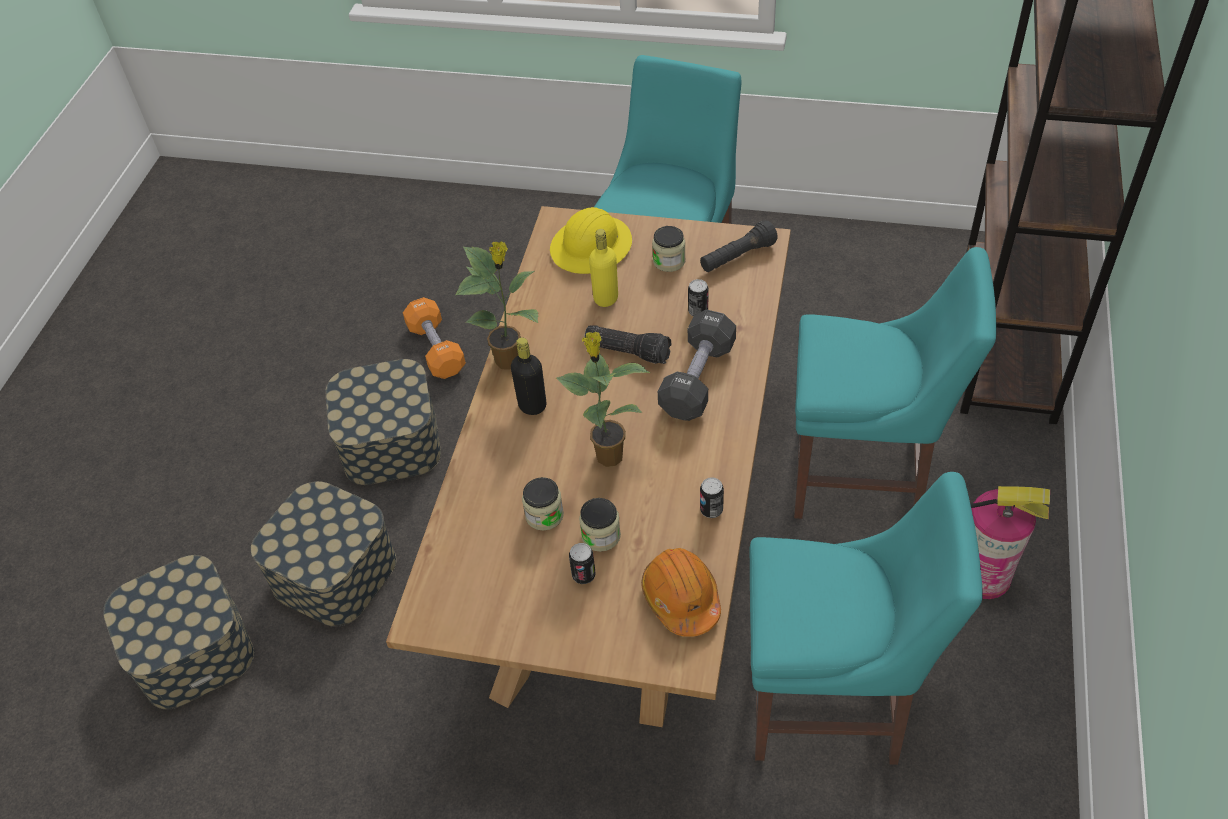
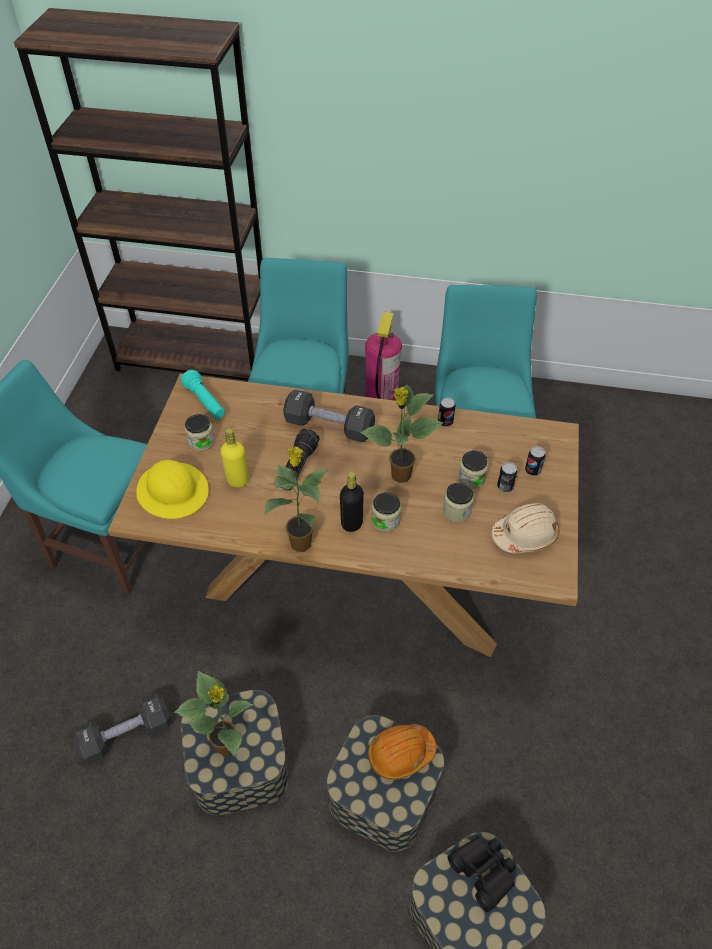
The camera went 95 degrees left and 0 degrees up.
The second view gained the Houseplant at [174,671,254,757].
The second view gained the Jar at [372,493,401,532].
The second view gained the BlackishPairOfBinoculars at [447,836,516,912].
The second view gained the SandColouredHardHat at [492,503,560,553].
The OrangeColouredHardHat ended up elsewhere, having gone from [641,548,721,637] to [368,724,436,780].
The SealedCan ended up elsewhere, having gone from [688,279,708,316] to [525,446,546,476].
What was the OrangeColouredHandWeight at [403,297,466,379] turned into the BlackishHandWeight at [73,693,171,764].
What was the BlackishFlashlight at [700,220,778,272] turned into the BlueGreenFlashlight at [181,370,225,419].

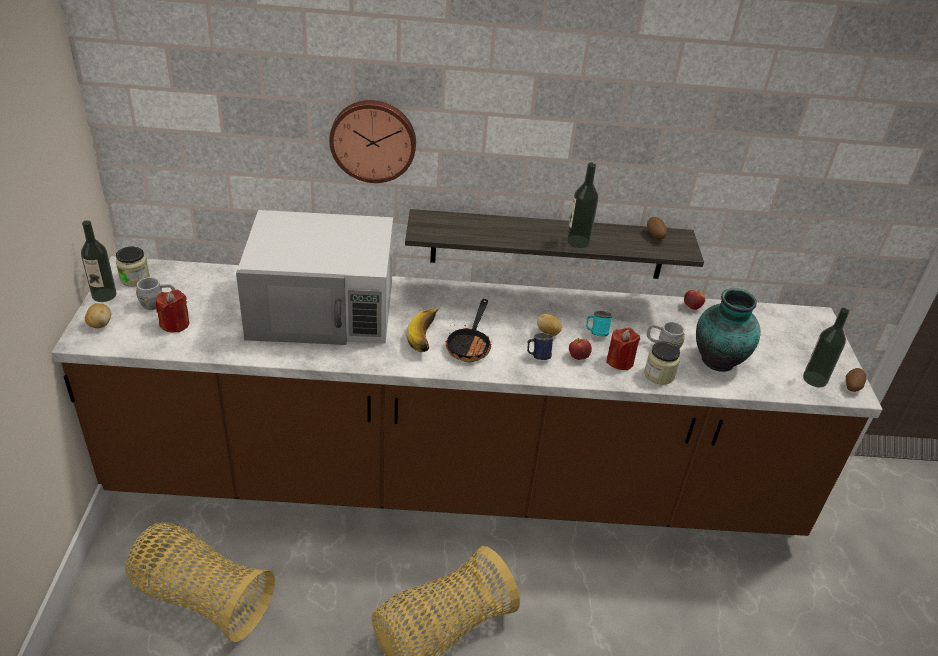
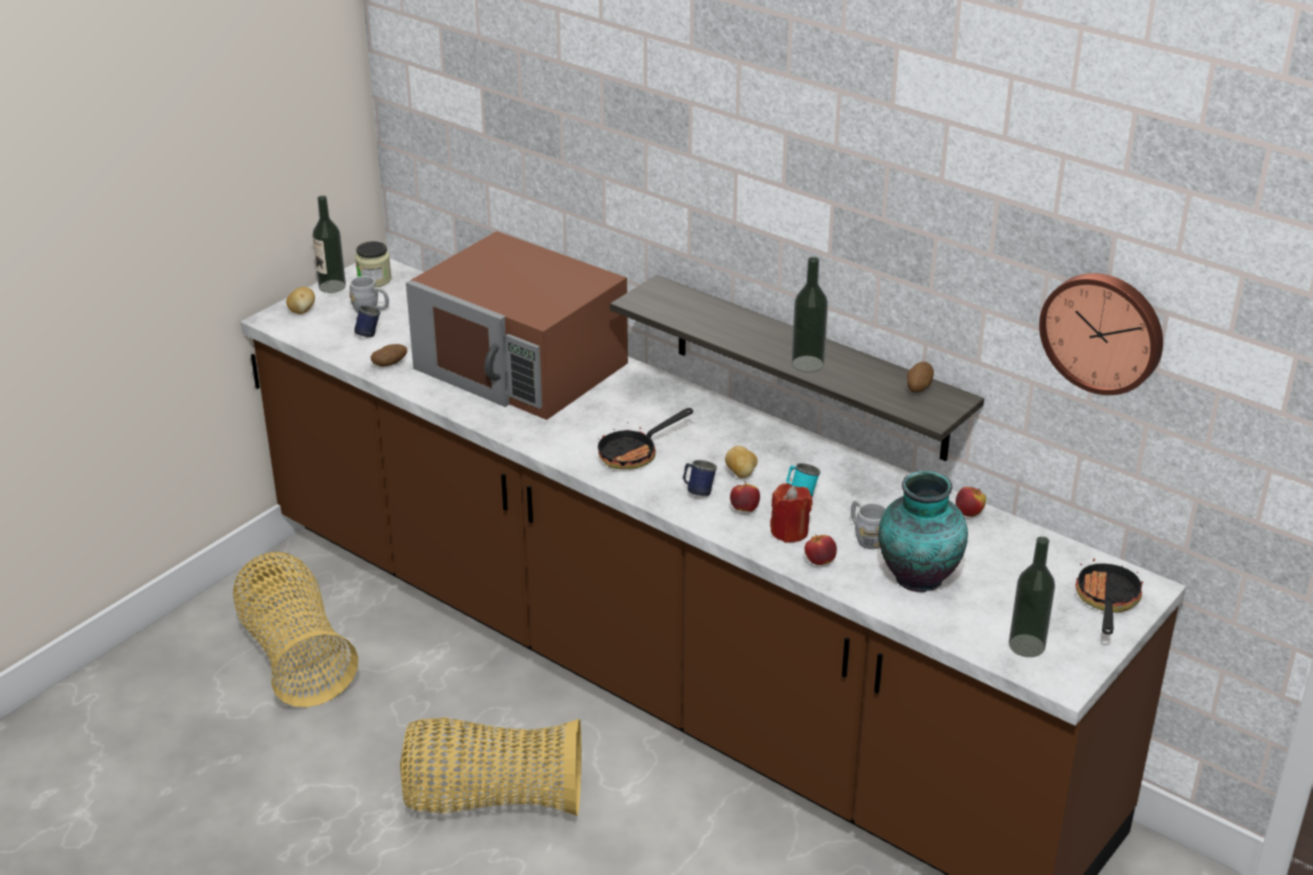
The camera went 40 degrees right and 5 degrees down.
The second view lost the Banana at [407,307,440,352].
The second view gained the Skillet at [1075,551,1144,634].
The ClockOnTheWall ended up elsewhere, having gone from [329,100,416,183] to [1039,273,1163,395].
The WholePotato ended up elsewhere, having gone from [846,368,867,392] to [371,344,407,366].
Where the RedColouredWaxLight stood at [155,289,189,333], the BlueColouredCoffeeMug came to stand at [354,305,381,337].
Where the Jar stood at [644,341,680,385], the WholeApple came to stand at [804,534,837,565].
What was the WhitishKitchenMicrowave at [236,210,393,345] turned into the BrownishKitchenMicrowave at [406,231,628,420].

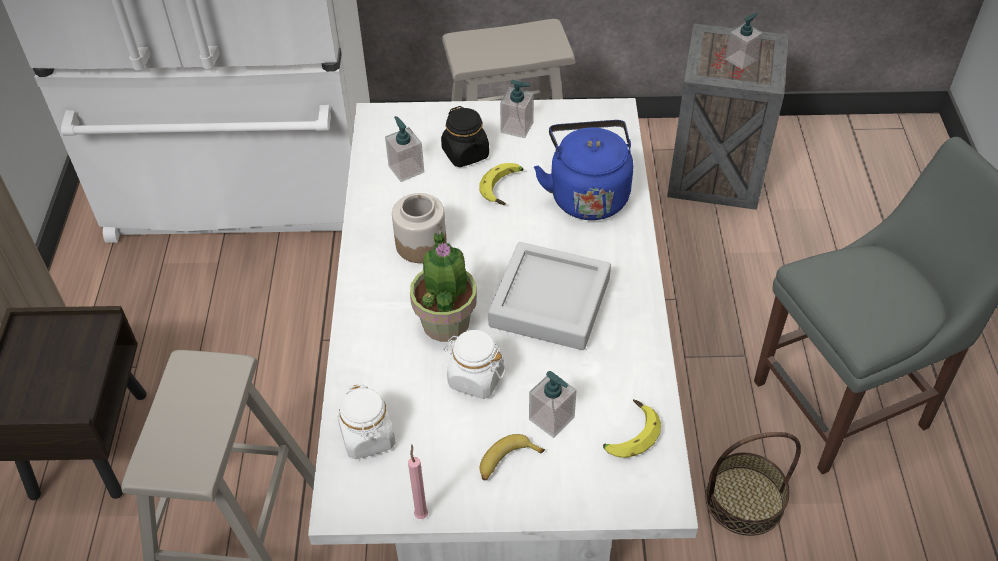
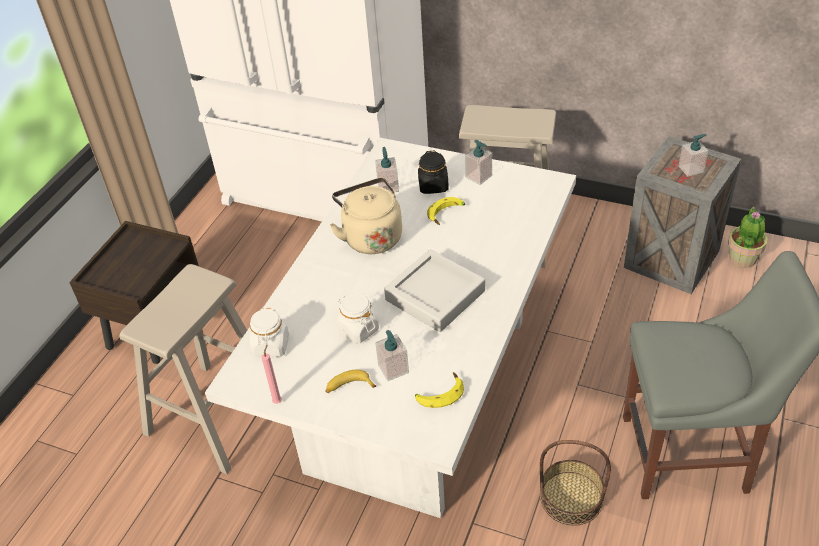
The camera went 25 degrees right and 5 degrees down.
The second view lost the BlueColouredWaterKettle at [534,120,633,220].
The Houseplant ended up elsewhere, having gone from [410,230,477,342] to [728,207,768,268].
Where the Jar stood at [392,193,447,263], the SandColouredWaterKettle came to stand at [330,178,402,254].

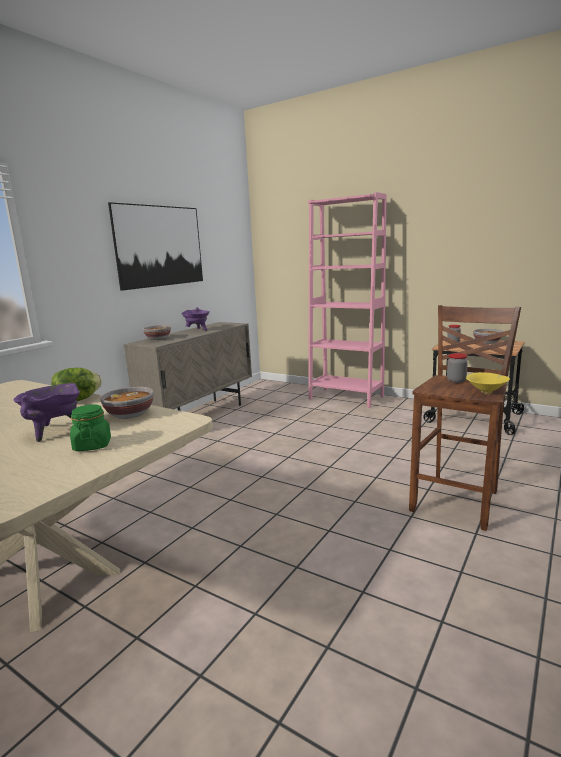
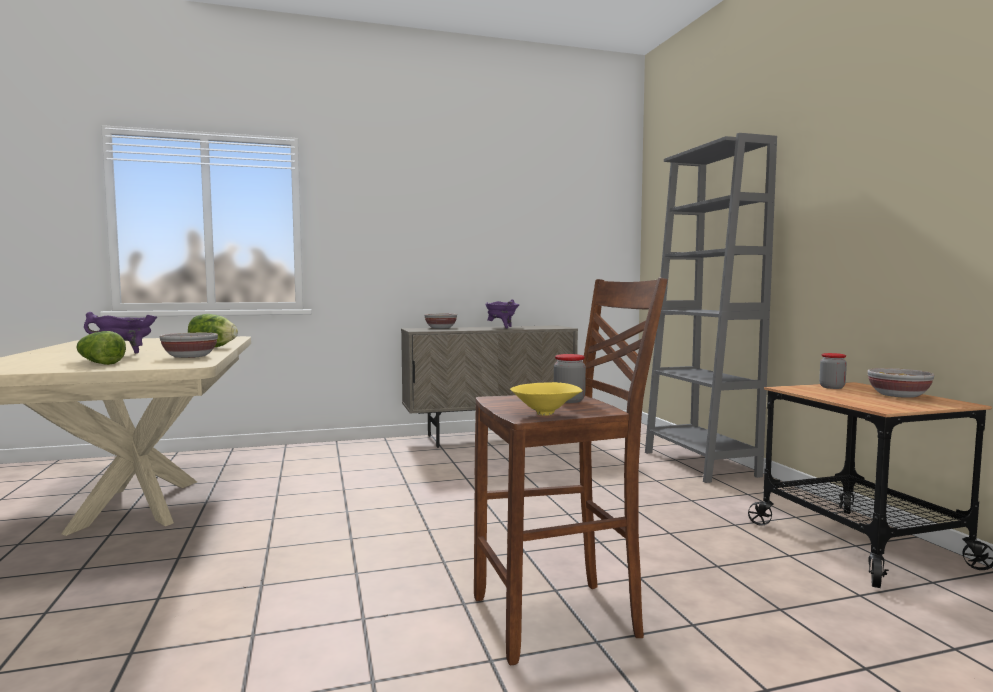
The camera went 40 degrees right and 10 degrees down.
The second view lost the Picture at [108,202,203,291].
Where the GreenColouredJar stood at [70,404,111,451], the HeadOfLettuce came to stand at [76,331,126,365].
What was the PinkBookshelf at [308,192,386,408] turned into the GreyishBookshelf at [645,133,777,483].

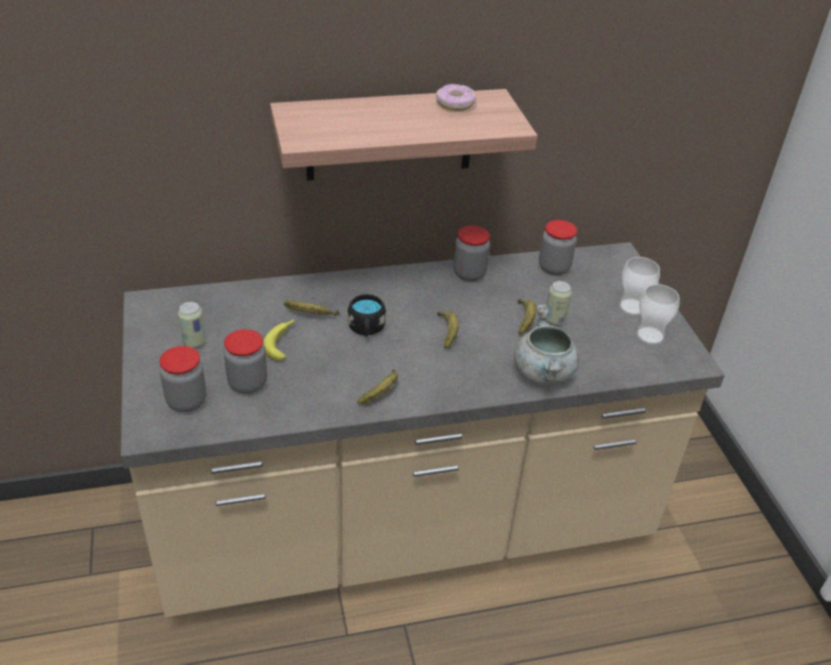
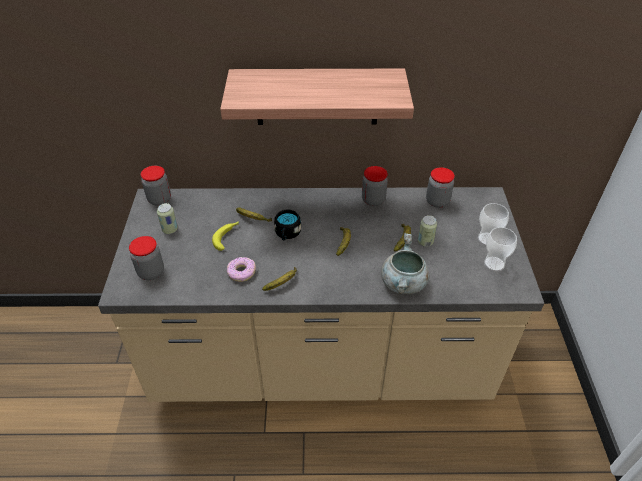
The camera went 15 degrees right and 5 degrees up.
The Jar ended up elsewhere, having gone from [224,329,267,394] to [141,166,171,206].
The Doughnut ended up elsewhere, having gone from [436,84,476,111] to [227,257,256,282].

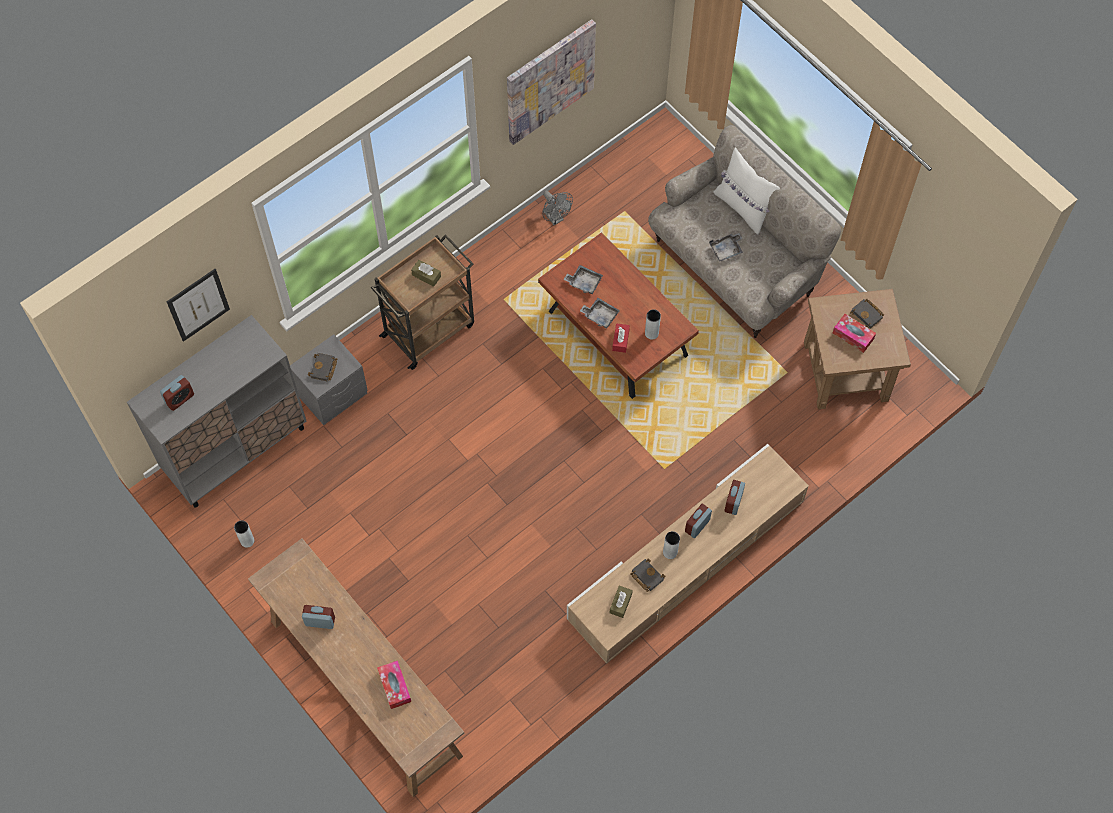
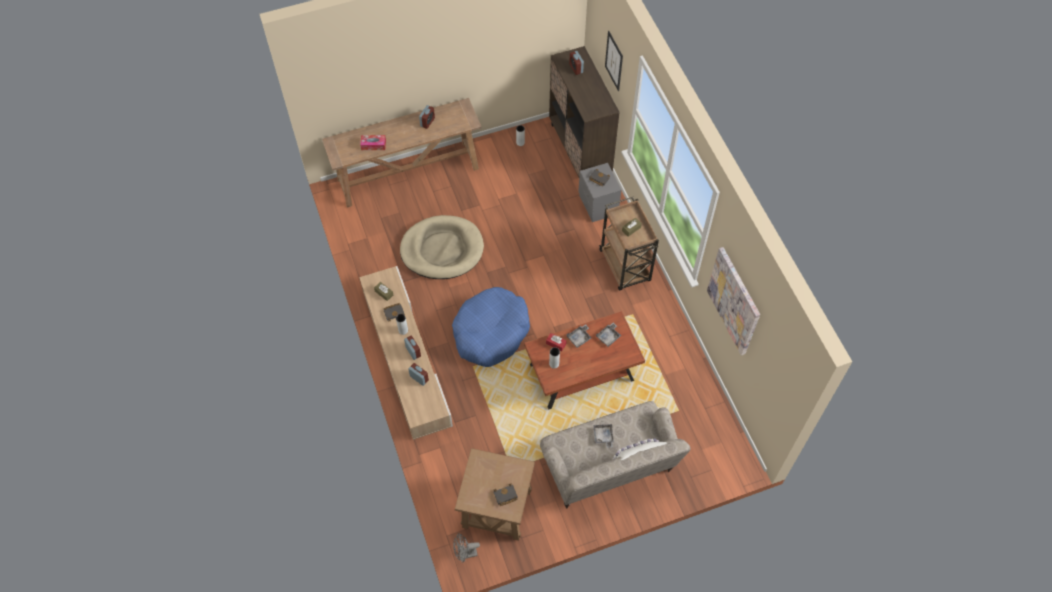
The camera went 110 degrees right and 5 degrees down.
The second view lost the BoxOfTissues at [833,314,876,353].
The second view gained the SandColouredDogBed at [400,215,484,279].
The second view gained the BlueColouredDogBed at [452,287,530,367].
The GreyishElectricFan ended up elsewhere, having gone from [542,191,573,225] to [453,533,480,563].
What was the GreyishStorageCabinet at [127,315,306,508] turned into the BrownishStorageCabinet at [549,46,620,177].

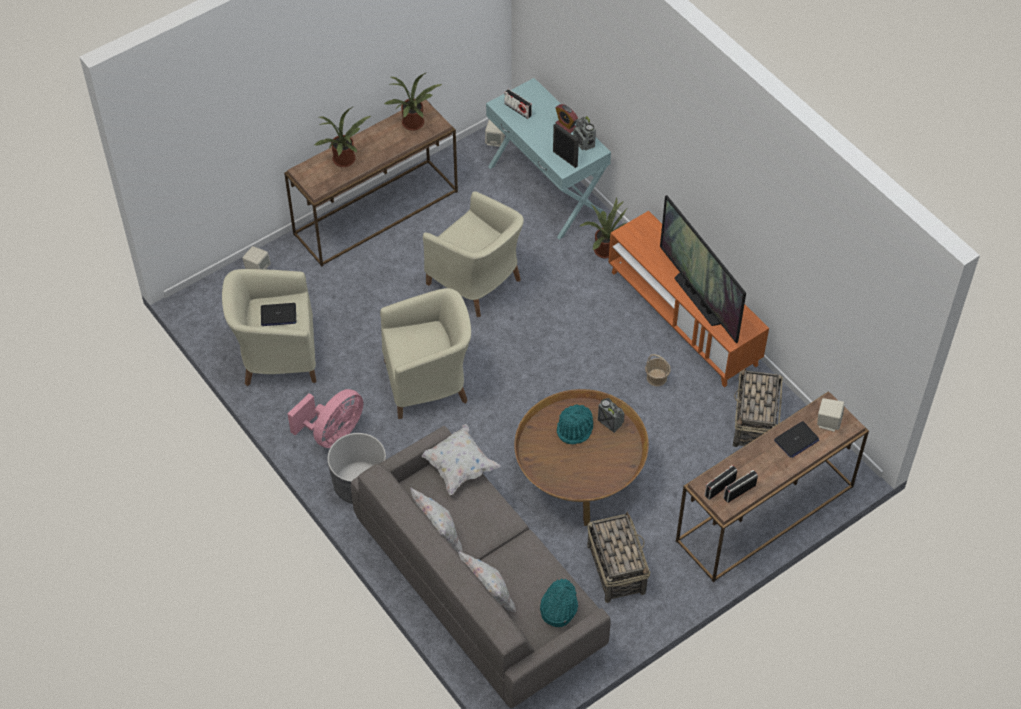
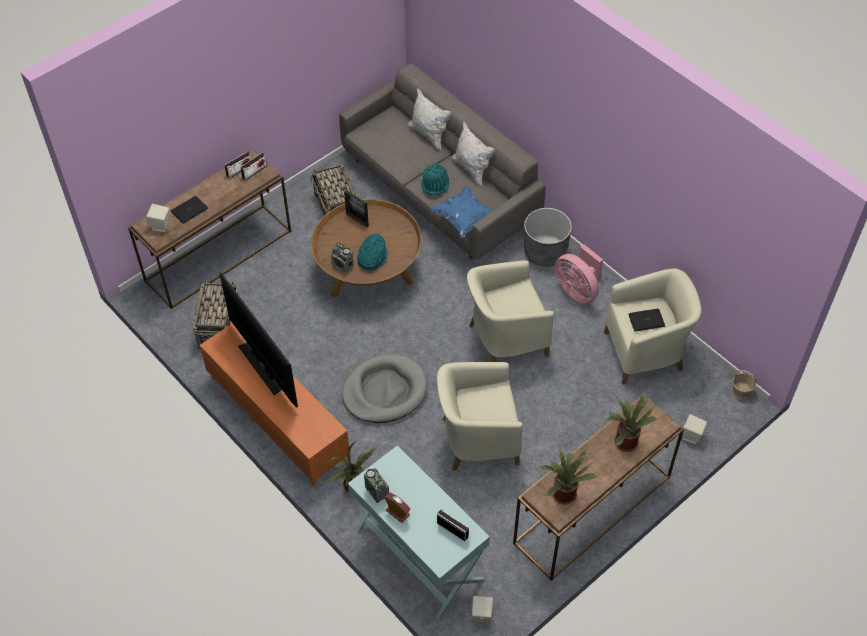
The camera went 175 degrees right and 0 degrees up.
The second view gained the GreyishDogBed at [342,354,427,423].
The BlueGreenHat ended up elsewhere, having gone from [540,579,578,627] to [421,164,449,196].
The PhotoFrame ended up elsewhere, having gone from [553,123,579,168] to [344,190,369,227].
The Basket ended up elsewhere, having gone from [645,354,671,386] to [732,370,757,399].
What was the WhitishThrowPillow at [421,424,501,495] turned into the BlueColouredThrowPillow at [430,185,493,238].
The PinkElectricFan at [288,389,363,448] ended up facing another way, 75 degrees counterclockwise from before.
The SandColouredArmchair at [423,191,524,317] ended up facing another way, 45 degrees counterclockwise from before.

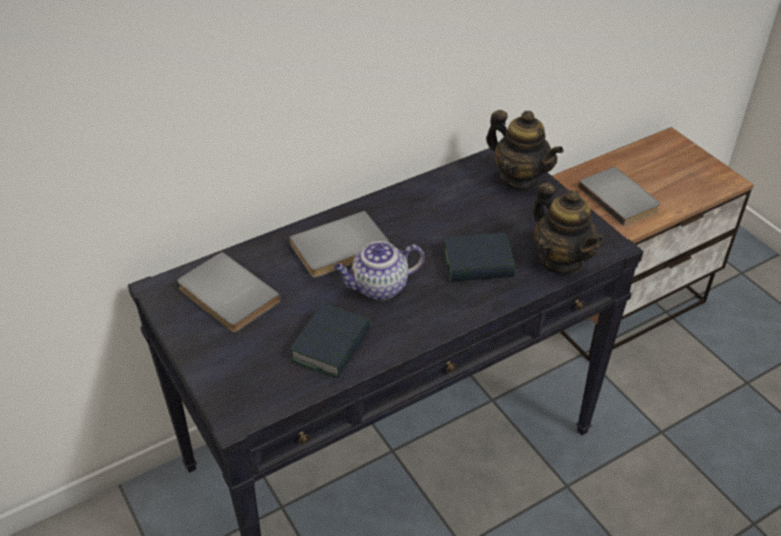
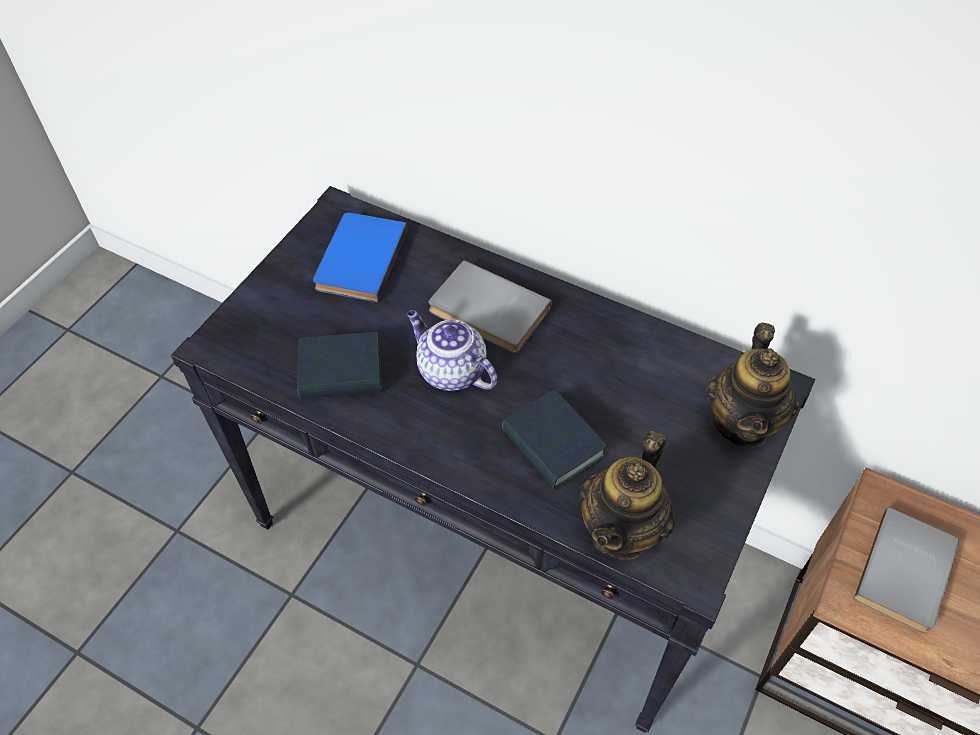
The camera went 60 degrees right and 10 degrees up.
What was the GreyishBoundBook at [177,252,281,332] turned into the BlueColouredBoundBook at [313,212,407,302].

